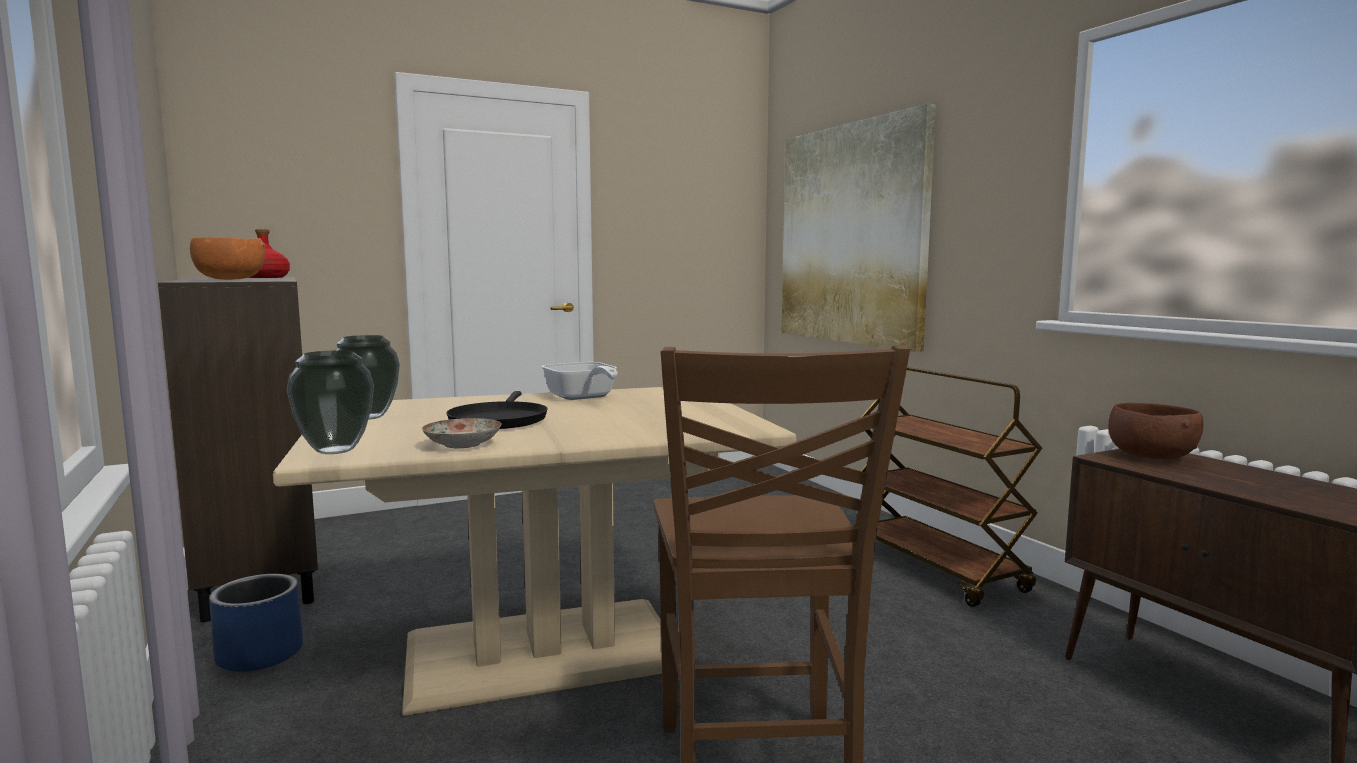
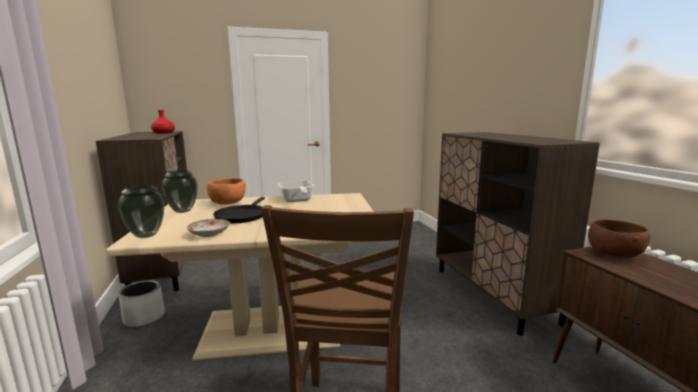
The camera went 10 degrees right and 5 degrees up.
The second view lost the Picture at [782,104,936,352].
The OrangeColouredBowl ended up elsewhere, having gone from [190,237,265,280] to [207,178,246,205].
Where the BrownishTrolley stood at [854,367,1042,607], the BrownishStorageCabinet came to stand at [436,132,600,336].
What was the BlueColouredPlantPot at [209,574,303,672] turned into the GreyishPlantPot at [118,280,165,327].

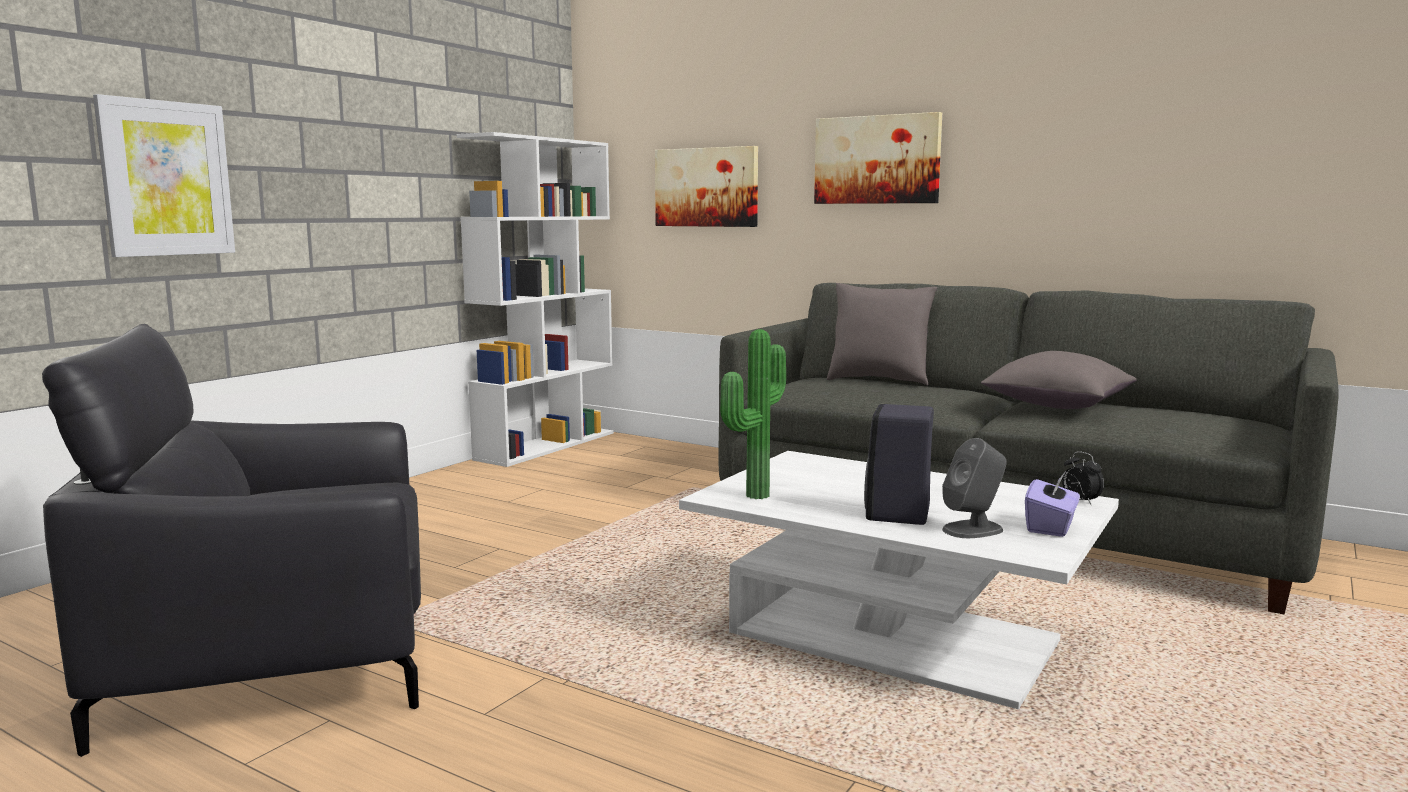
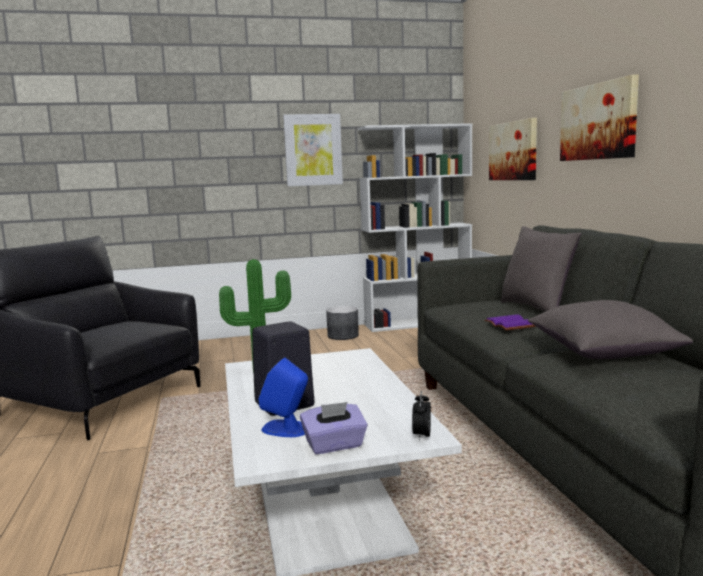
The camera went 45 degrees right and 0 degrees up.
The second view gained the GreyishPlantPot at [326,306,359,340].
The second view gained the PurpleBoundBook at [484,315,536,330].
The Picture ended up elsewhere, having gone from [93,94,235,257] to [283,114,343,186].
What was the GreyishSpeaker at [942,438,1007,538] turned into the BlueColouredSpeaker at [258,358,308,437].

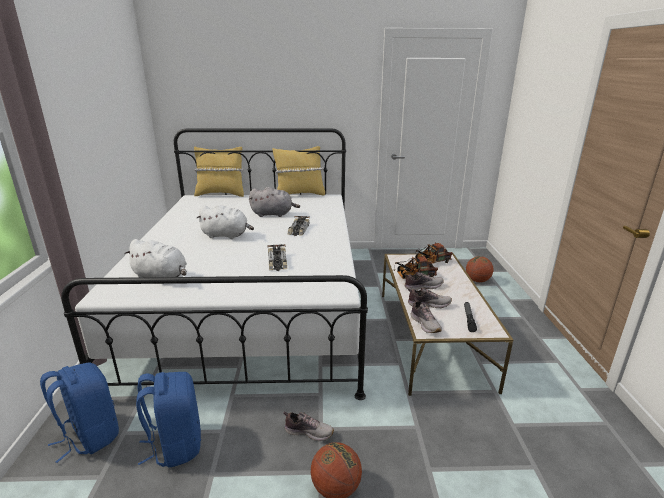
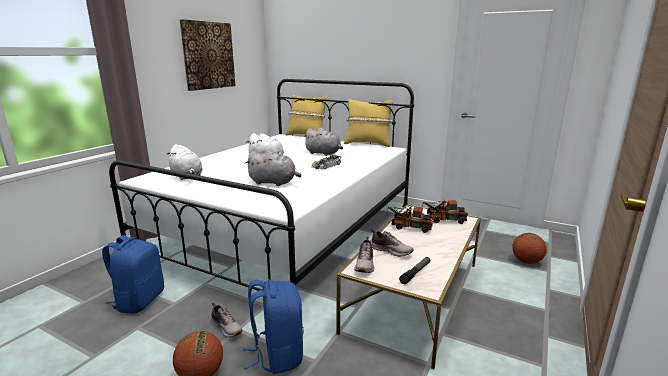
The camera went 30 degrees right and 5 degrees down.
The second view lost the ItemOfFootwear at [405,272,443,290].
The second view gained the Picture at [180,19,235,91].
The BlueColouredRucksack ended up elsewhere, having gone from [40,362,119,463] to [243,280,304,374].
Where the MiniatureCar stood at [267,244,287,271], the GreyishPlushToy came to stand at [245,150,301,186].

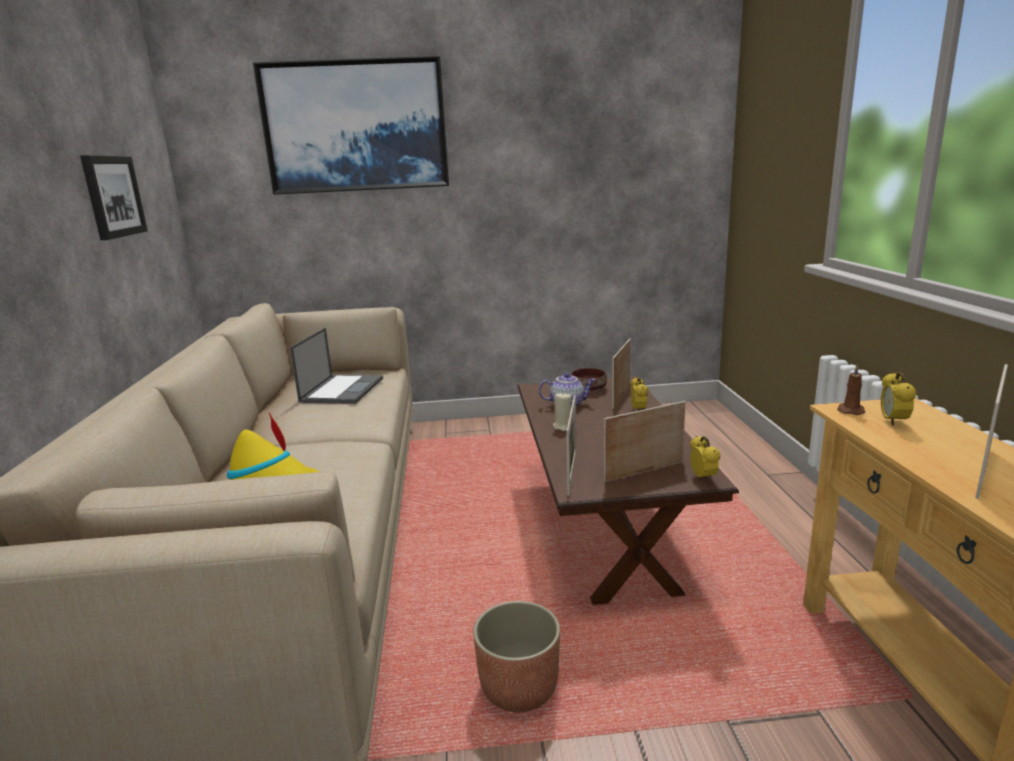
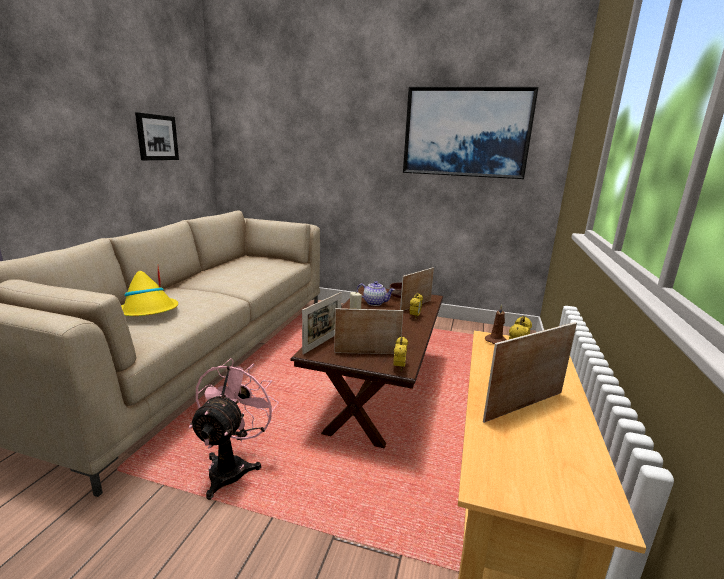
The camera went 20 degrees right and 0 degrees up.
The second view lost the Laptop at [290,328,383,404].
The Picture ended up elsewhere, having gone from [253,56,449,195] to [403,87,539,179].
Where the PlantPot stood at [473,601,560,712], the PinkElectricFan came to stand at [189,358,279,500].

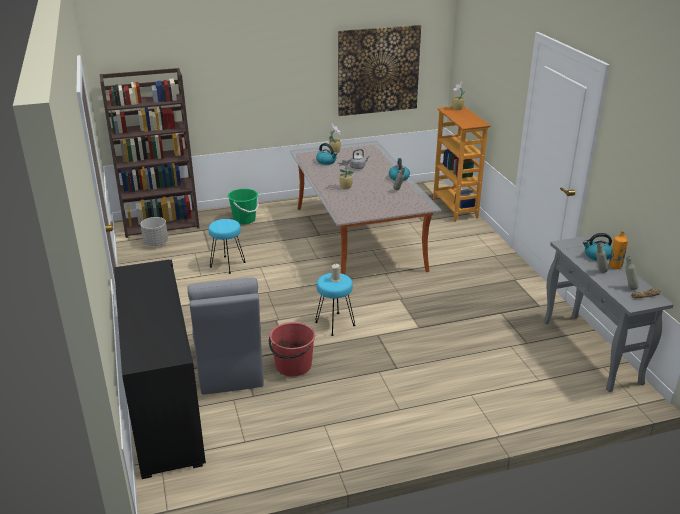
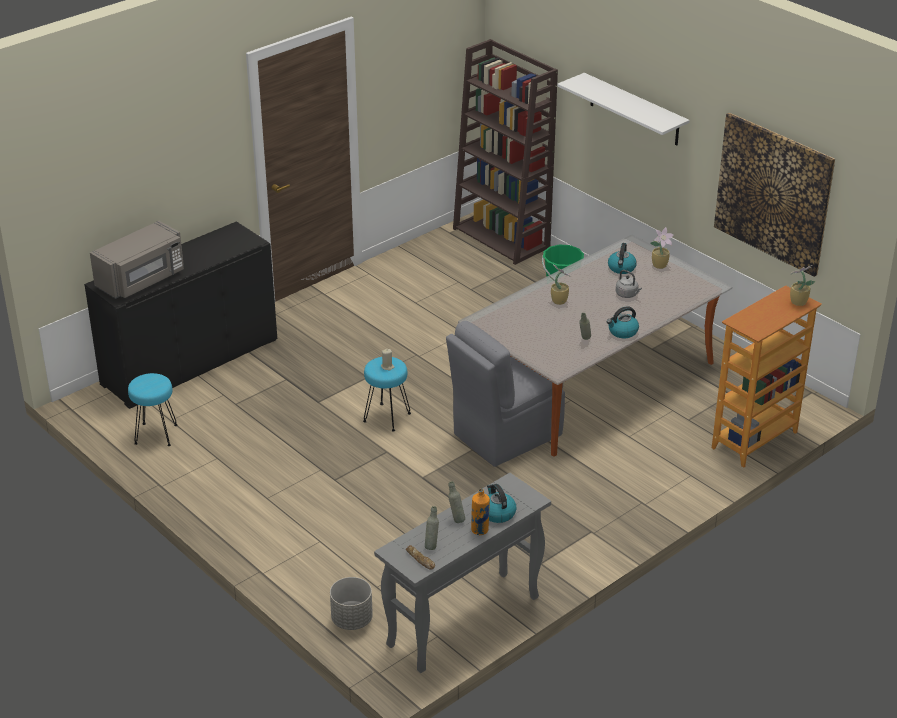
The camera went 65 degrees right and 5 degrees up.
The second view lost the RedColouredBucket at [269,322,315,376].
The second view gained the GreyishKitchenMicrowave at [90,221,184,299].
The second view gained the WhitishBracketShelf at [557,73,690,145].
The GreyishPlantPot ended up elsewhere, having gone from [140,217,168,246] to [330,577,373,630].
The GreyishChair ended up elsewhere, having gone from [187,278,264,395] to [446,321,565,467].
The BlueGreenStool ended up elsewhere, having gone from [208,219,245,274] to [128,373,178,446].

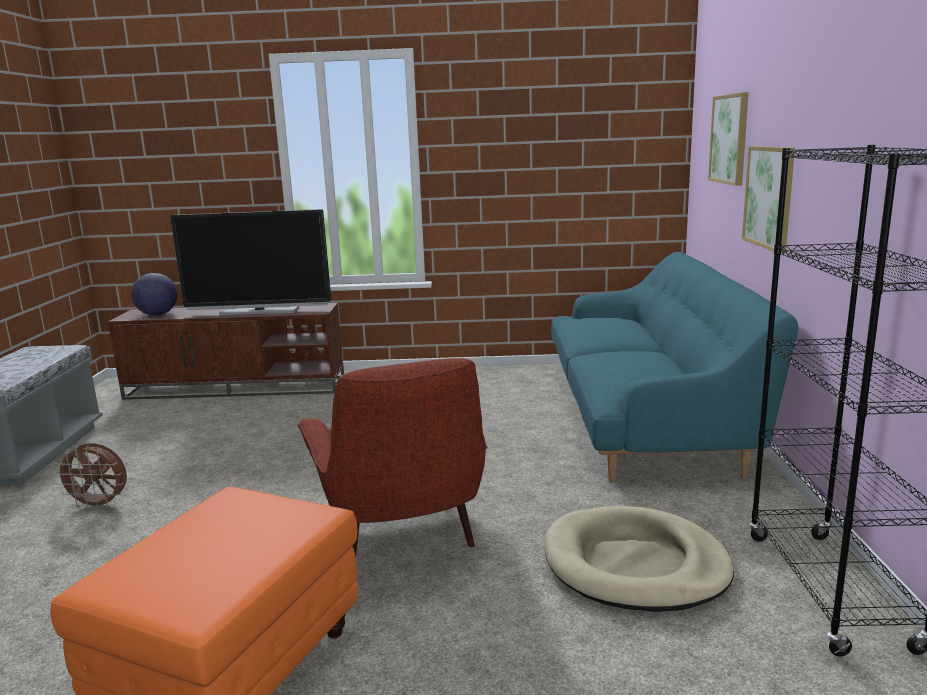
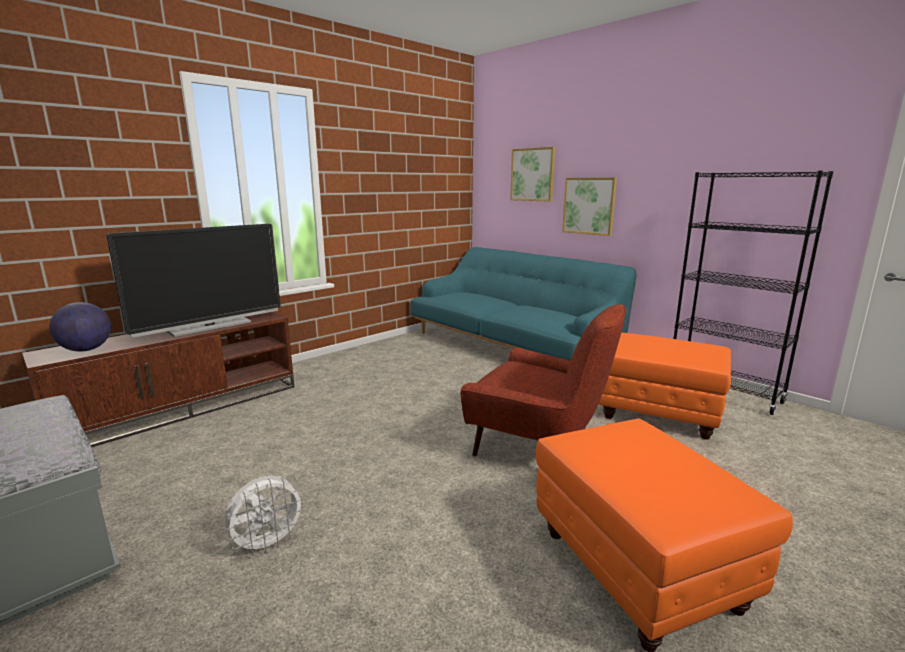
The camera went 45 degrees left and 0 degrees up.
Where the SandColouredDogBed stood at [544,506,734,612], the OrangeColouredFootrest came to stand at [599,333,731,439].
What was the BrownishElectricFan at [54,443,127,510] turned into the WhitishElectricFan at [223,476,307,556].

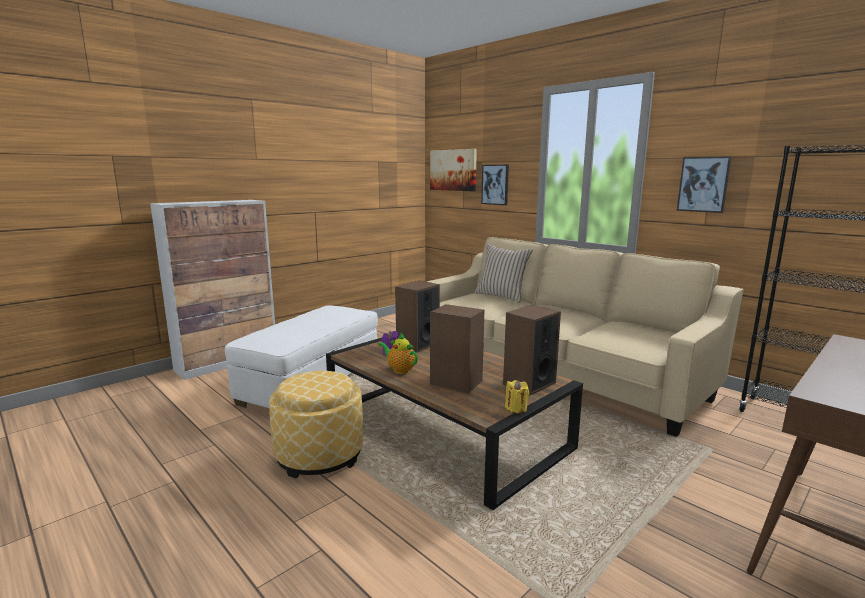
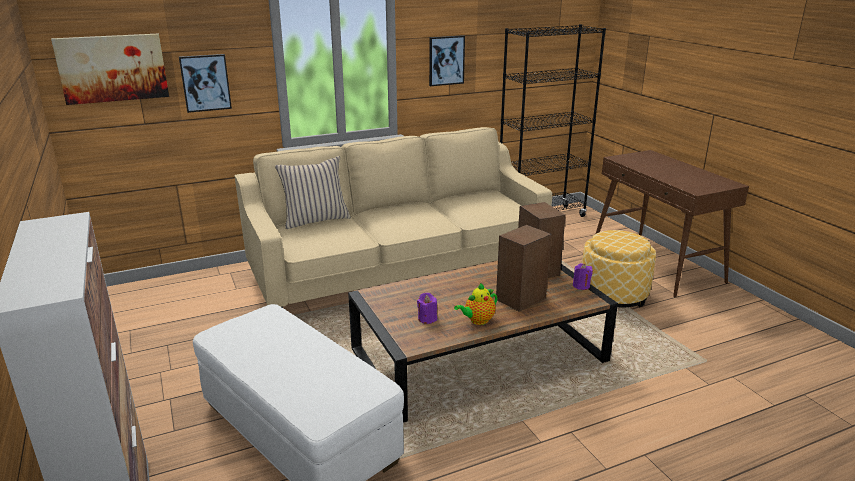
The camera went 70 degrees left and 10 degrees up.
The second view lost the Speaker at [395,281,440,353].
The Footrest ended up elsewhere, having gone from [269,371,363,478] to [582,230,656,308].
What was the YellowWaxLight at [505,380,529,413] turned into the PurpleWaxLight at [573,263,593,290].

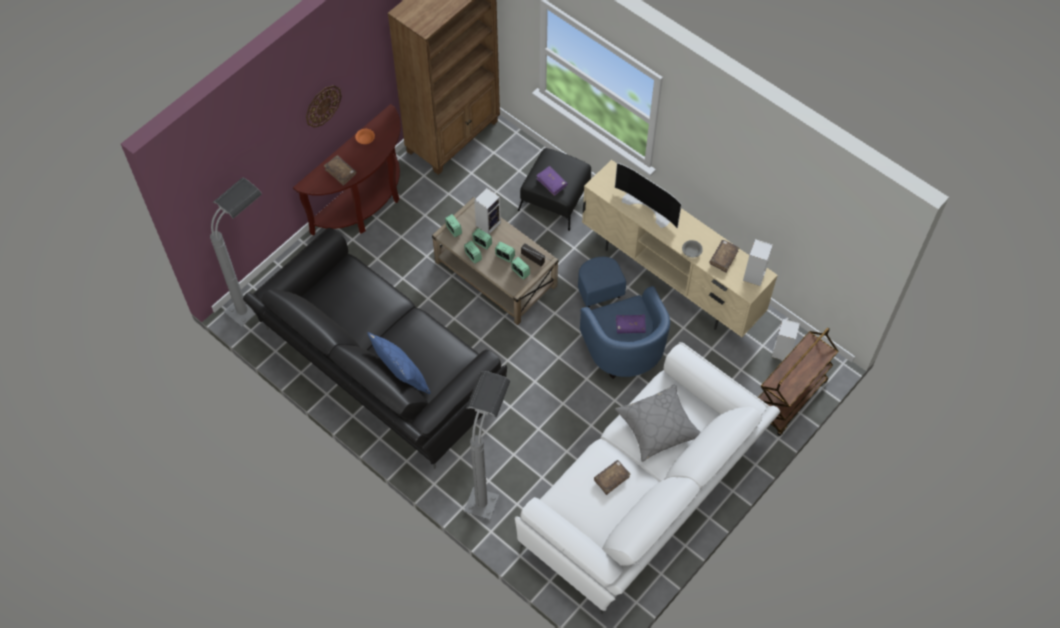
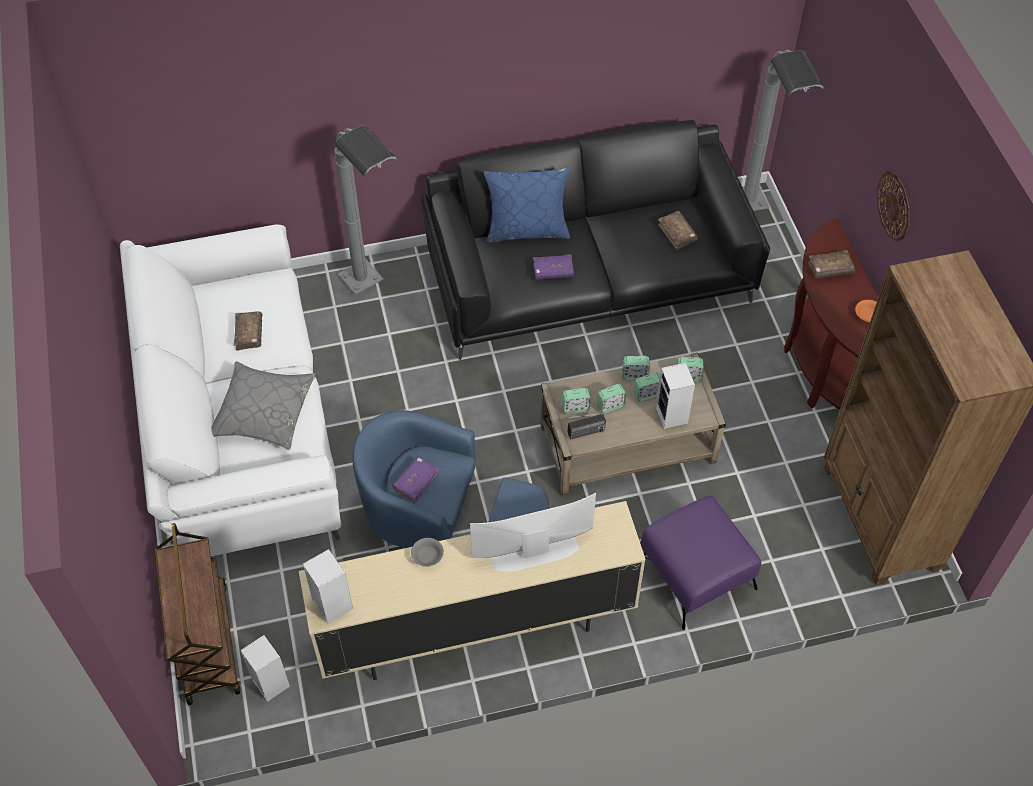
The camera went 125 degrees right and 5 degrees down.
The PurpleBoundBook ended up elsewhere, having gone from [536,166,567,196] to [533,254,574,280].
The BrownishBoundBook ended up elsewhere, having gone from [709,240,739,272] to [658,211,698,250].
What was the BlackishFootrest at [518,148,591,231] turned into the PurpleFootrest at [640,495,761,630].

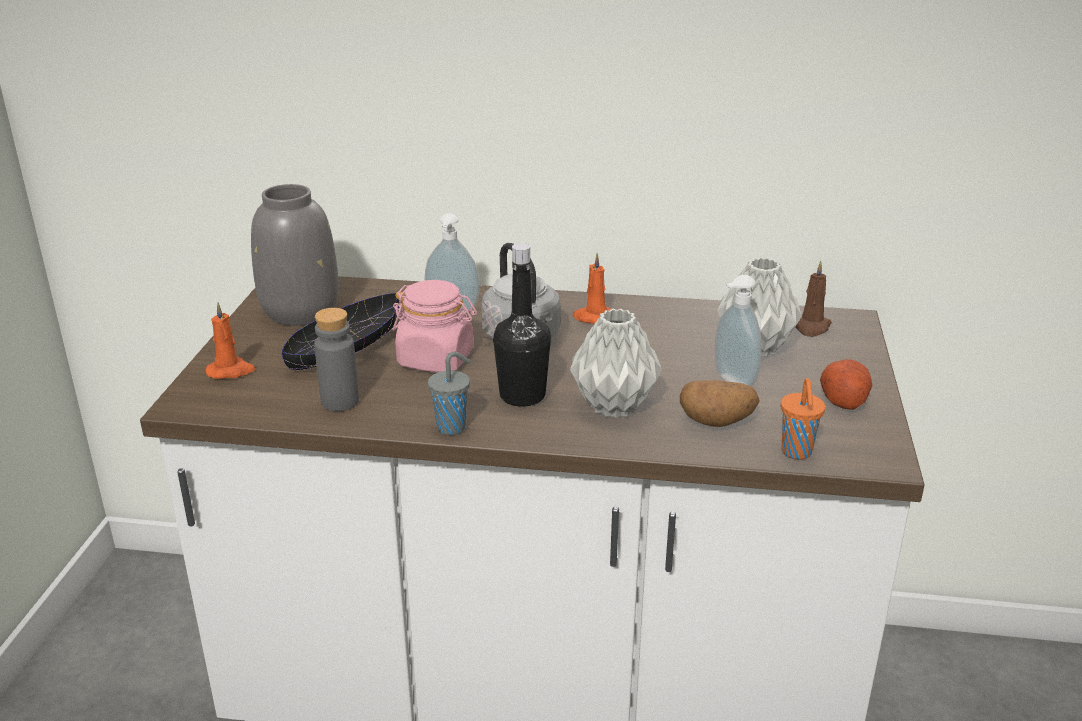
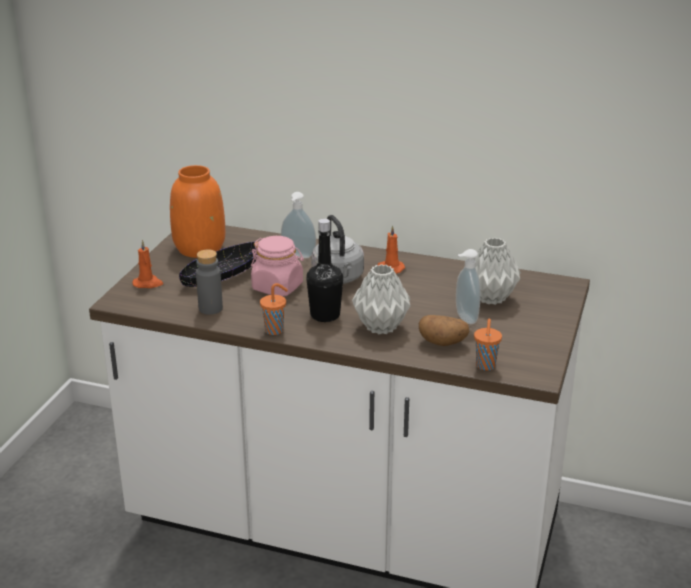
The camera went 10 degrees right and 0 degrees up.
The second view lost the BrownishWaxLight at [795,261,832,337].
The second view lost the WholePotato at [820,359,873,410].
What was the GreyishVase at [251,184,339,326] turned into the OrangeColouredVase at [170,165,225,258].
What was the GreyishDrinkingCup at [428,352,471,435] turned into the OrangeColouredDrinkingCup at [260,283,288,335].

